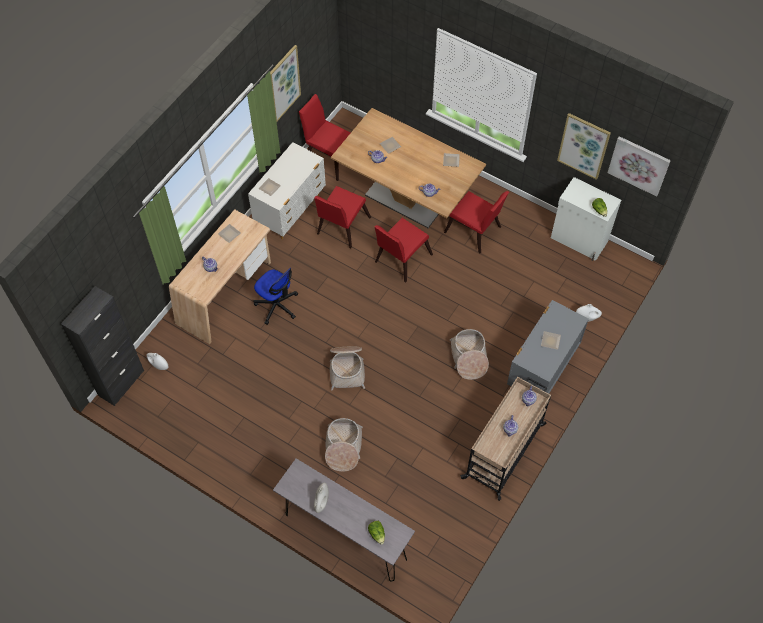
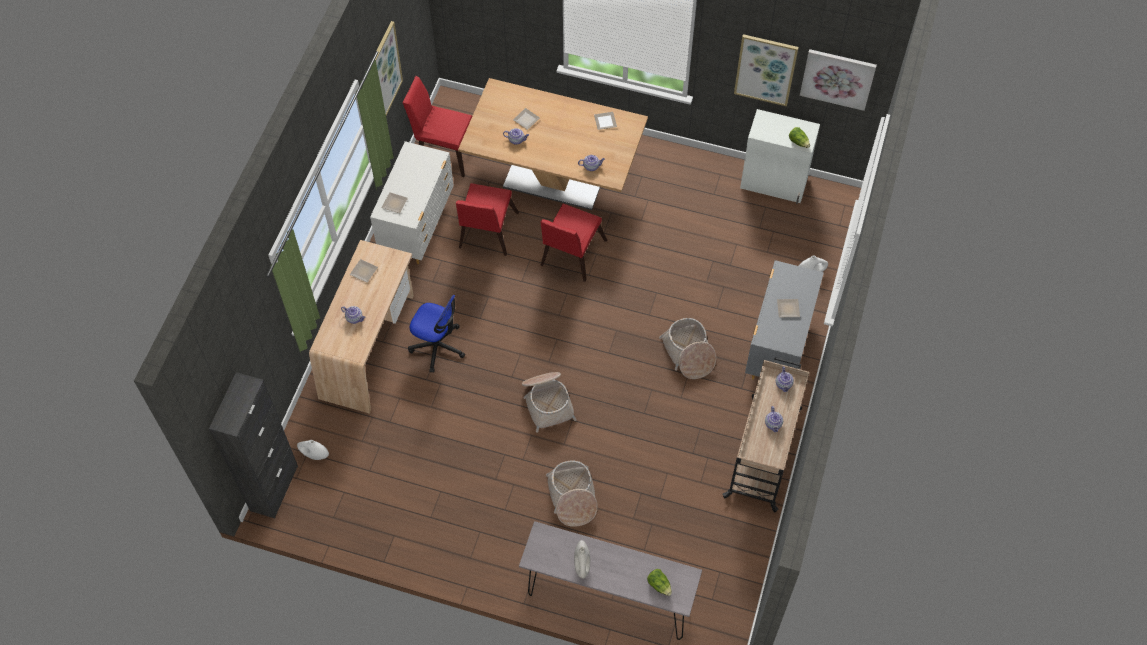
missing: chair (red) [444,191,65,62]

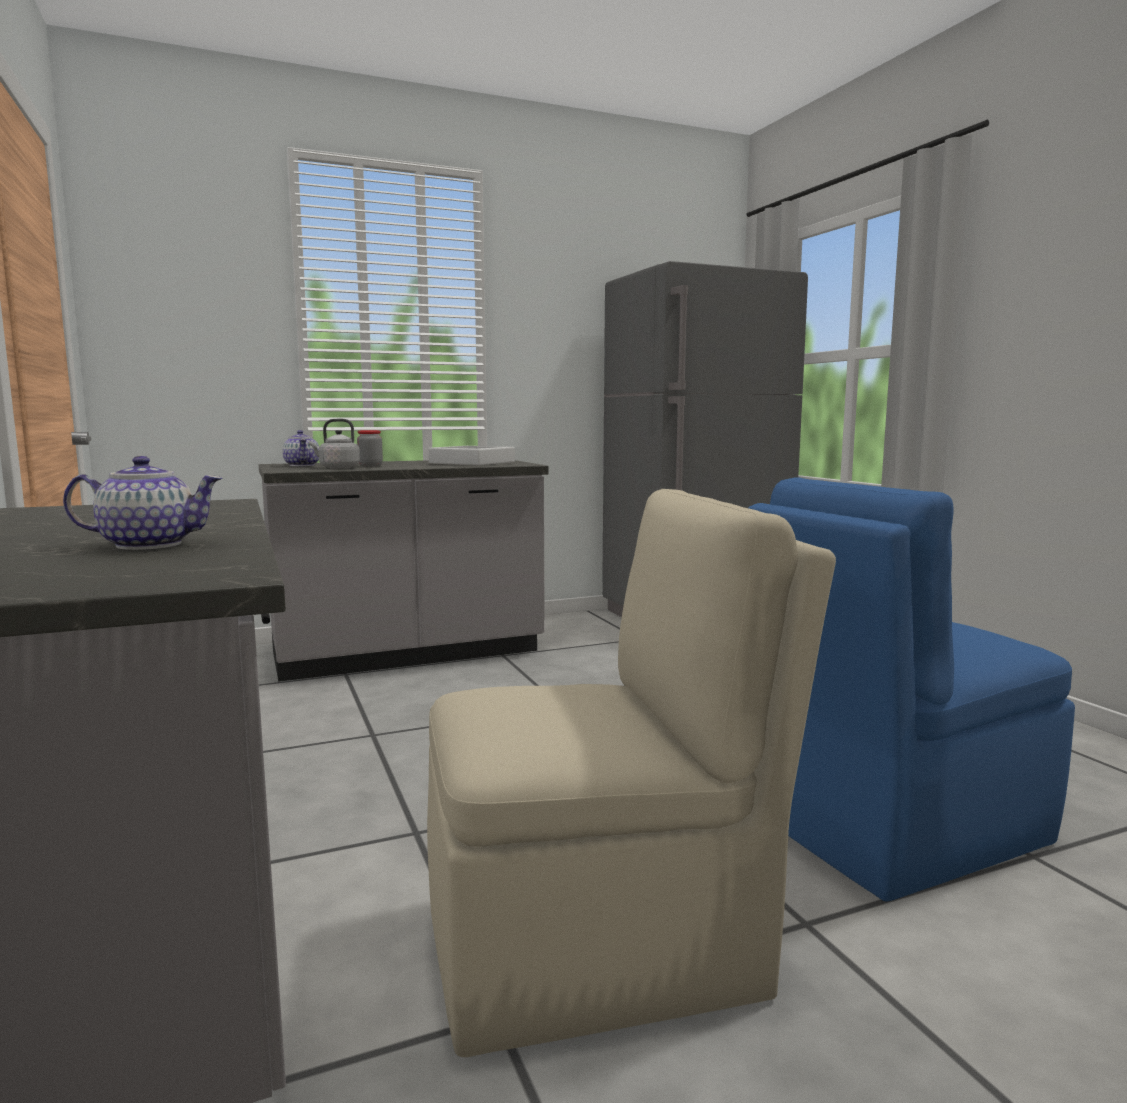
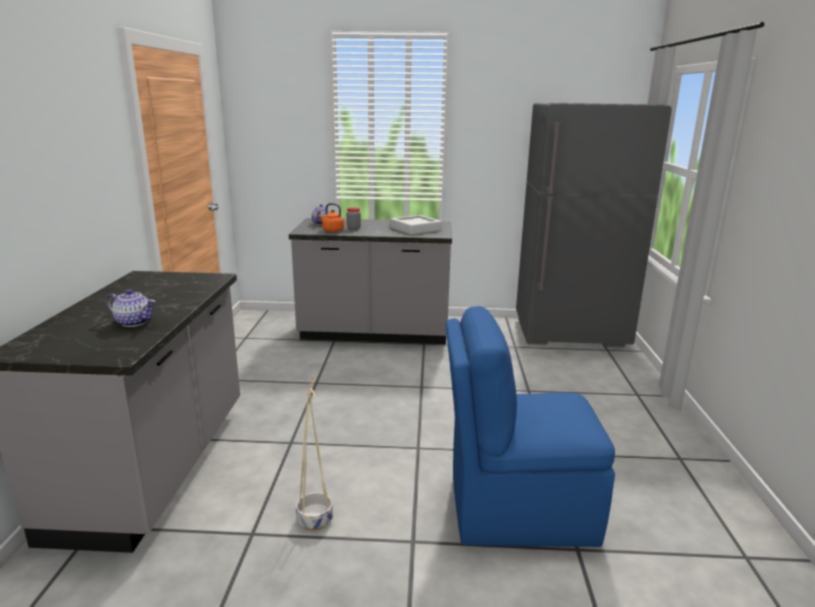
exchanged: chair (beige) [427,489,409,568] to planter (beige) [296,375,37,155]
colour: kettle (grey) [309,419,51,50] to kettle (orange) [319,203,25,29]

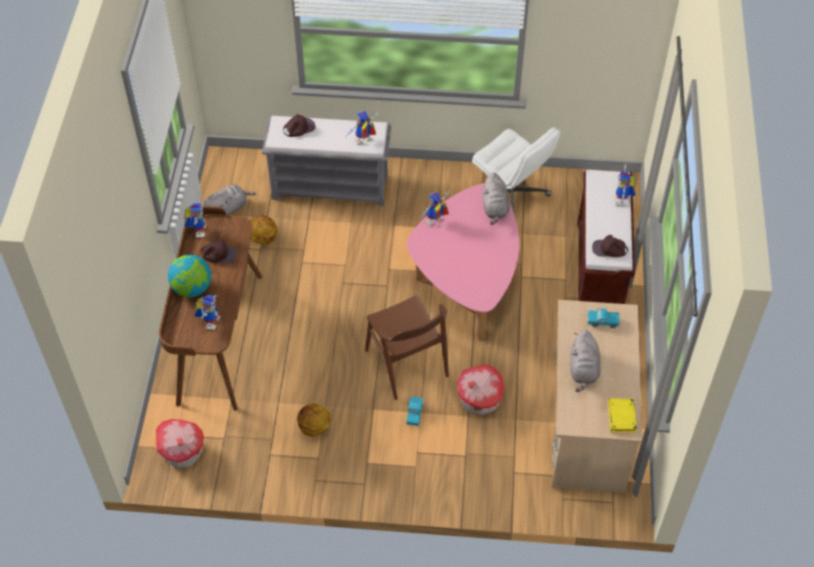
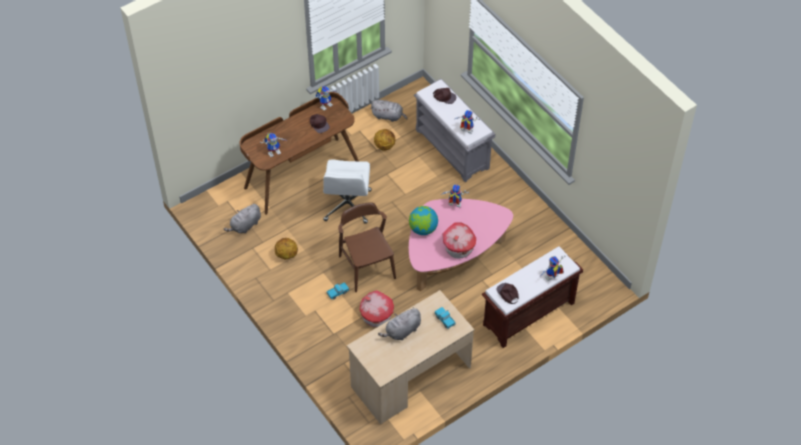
missing: book (yellow) [608,399,29,34]
relocated: toy house [156,419,48,49] to [442,222,34,36]; globe [168,255,43,42] to [409,206,29,29]; office chair (white) [472,127,88,85] to [323,160,49,64]; plush toy (grey) [482,172,28,53] to [223,203,38,30]
spun: chair (brown) [365,295,84,105] = [338,202,58,90] 135 degrees clockwise

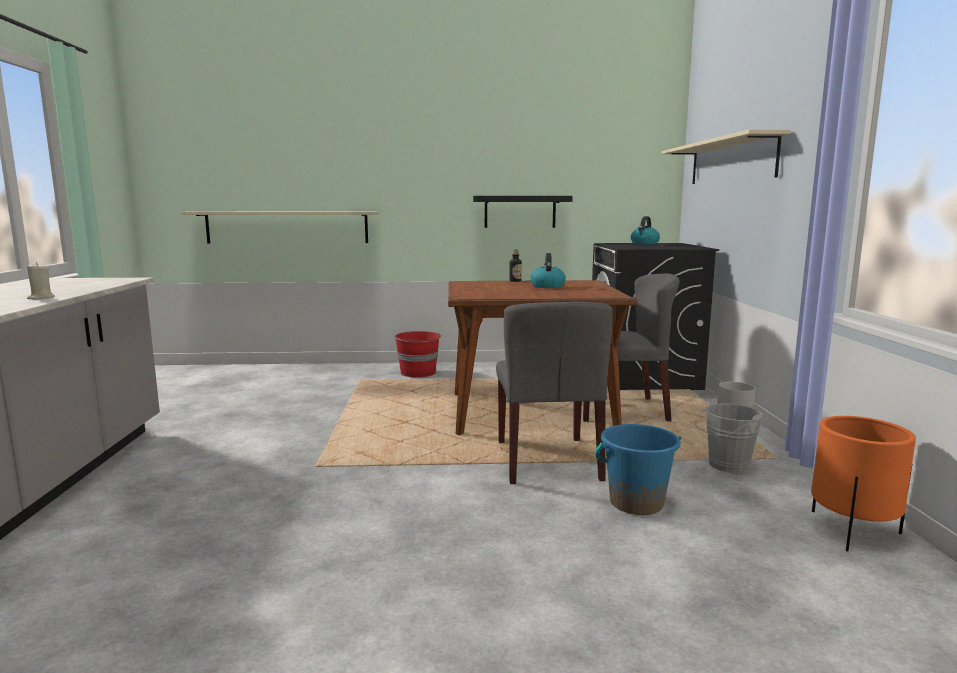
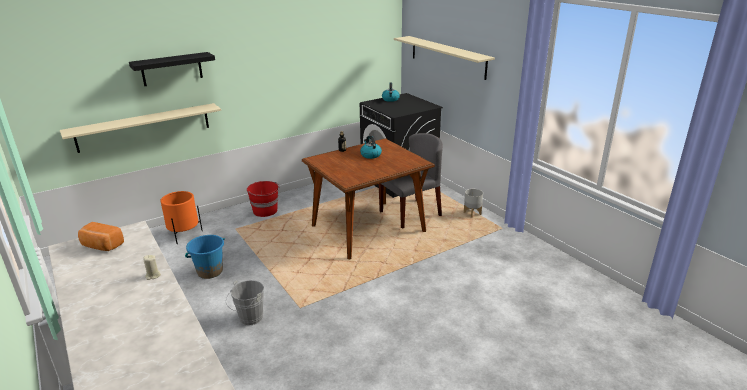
missing: chair (grey) [496,302,117,182]
appeared: bread [78,222,46,29]
relocated: shelf (black) [473,196,100,32] to [129,52,86,34]; bucket (blue) [595,424,86,91] to [185,235,40,44]; bucket (grey) [695,399,68,74] to [226,280,38,45]; planter (orange) [811,416,105,136] to [161,191,42,53]

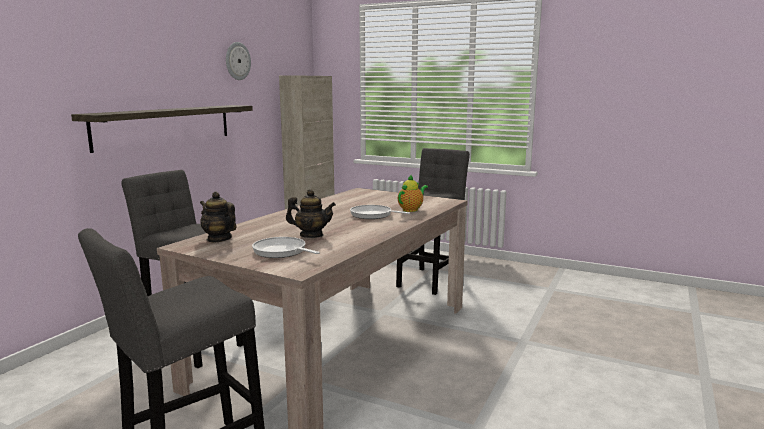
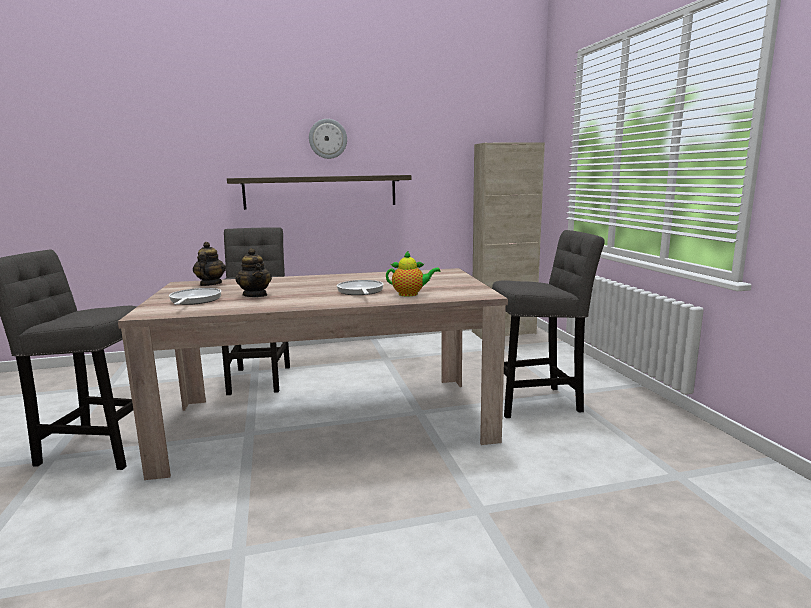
relocated: wall clock [226,42,25,38] to [309,119,38,40]

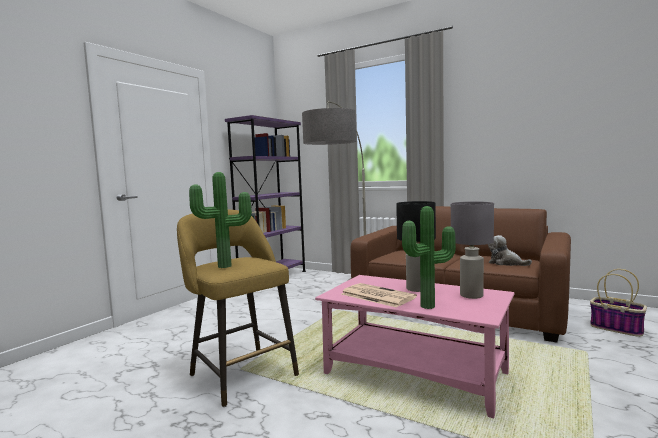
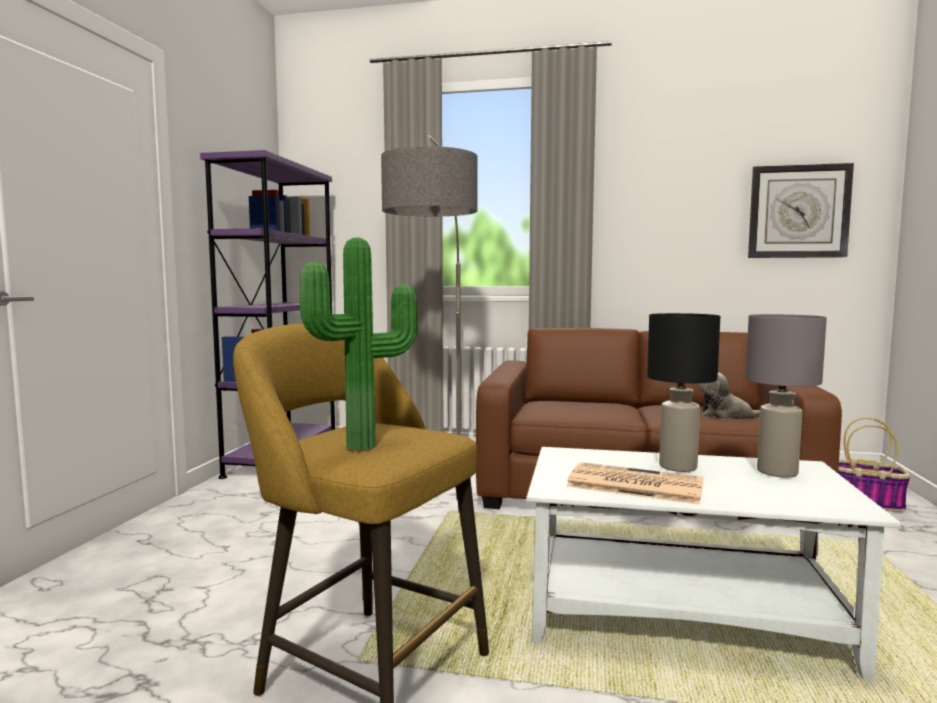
missing: potted plant [402,206,54,103]
appeared: wall clock [748,163,106,95]
colour: coffee table (pink) [315,275,199,143] to coffee table (white) [526,447,375,234]

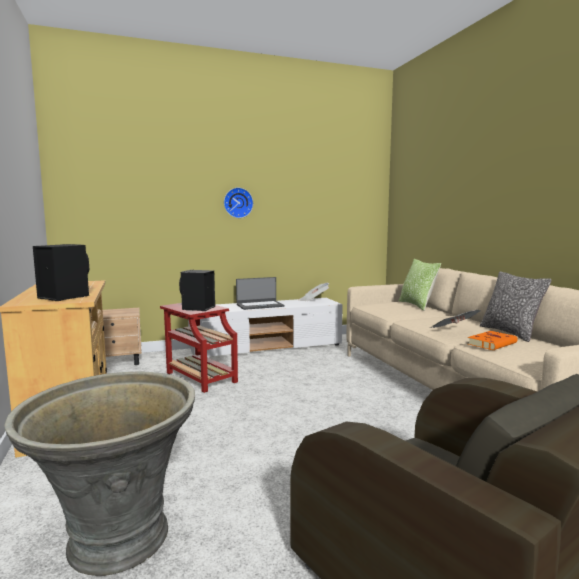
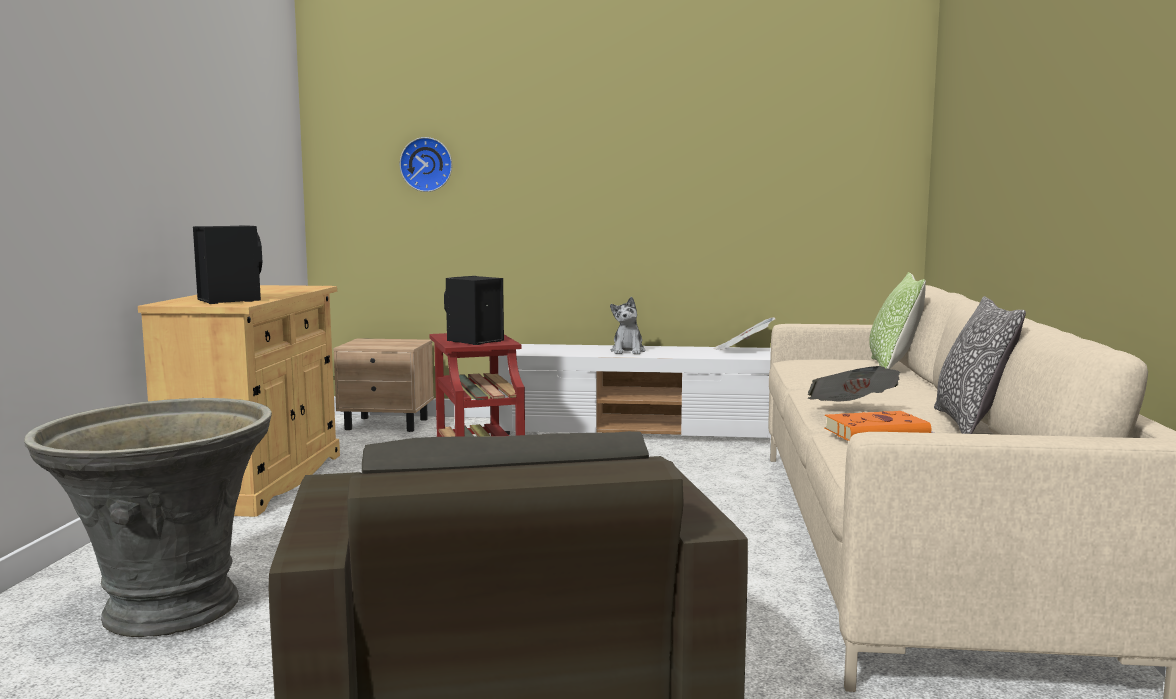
relocated: wall clock [224,187,29,31] to [400,137,52,55]
exchanged: laptop [236,277,48,33] to plush toy [610,297,35,57]

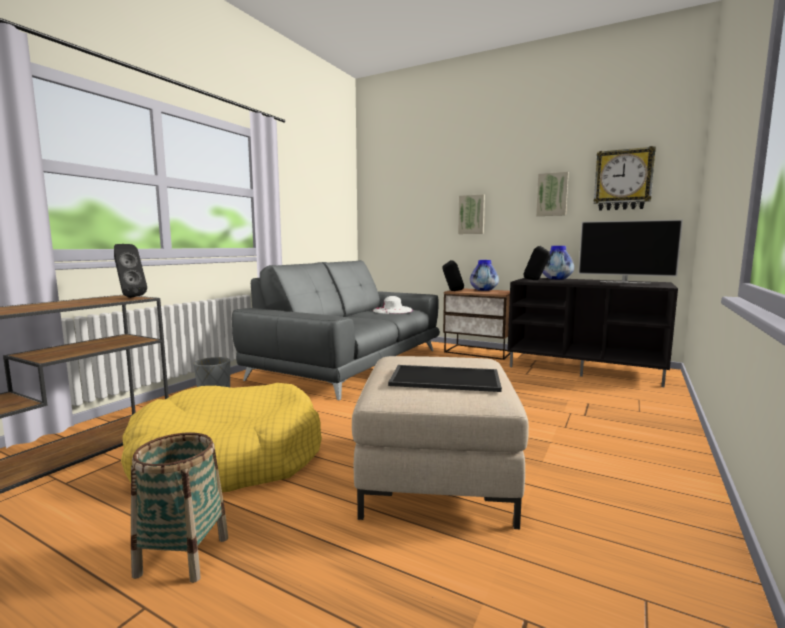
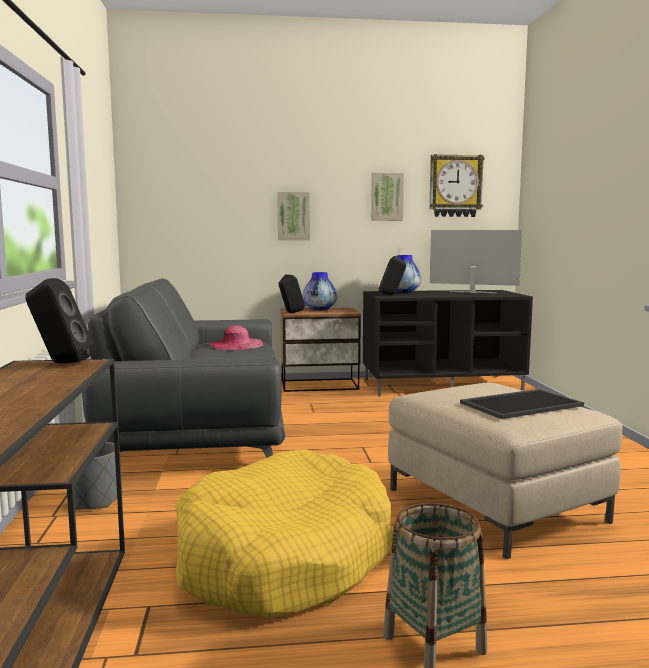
colour: hat (white) [373,296,40,18] to hat (pink) [209,325,55,25]
spun: television [578,220,105,63] = [430,230,92,63] 150 degrees counterclockwise

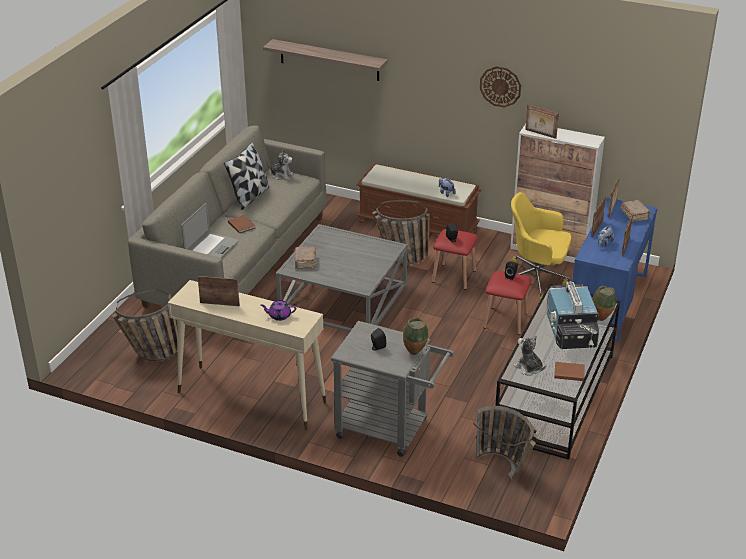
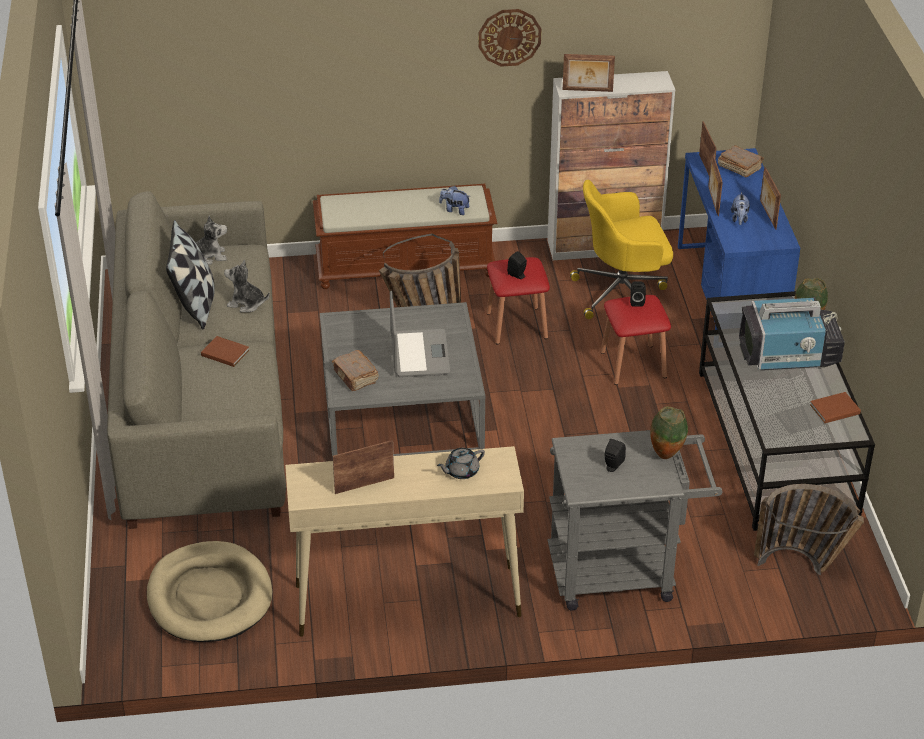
missing: shelf [263,39,125,42]
relocated: laptop [181,203,58,55] to [390,291,60,86]; plush toy [514,335,32,41] to [224,260,46,52]
exchanged: basket [112,289,66,72] to dog bed (beige) [147,541,125,101]
colour: teapot (purple) [261,300,35,21] to teapot (grey) [437,448,48,31]
spun: television [547,281,52,68] = [739,297,106,73] 60 degrees counterclockwise

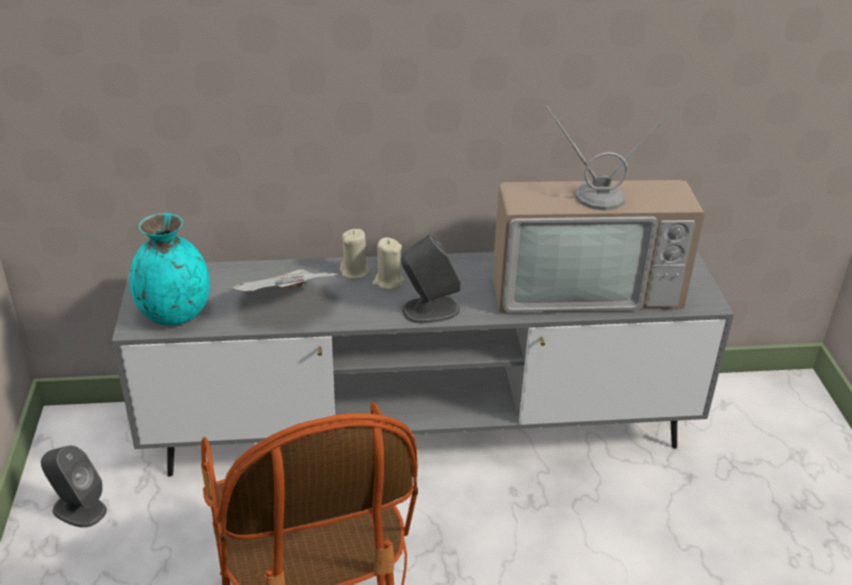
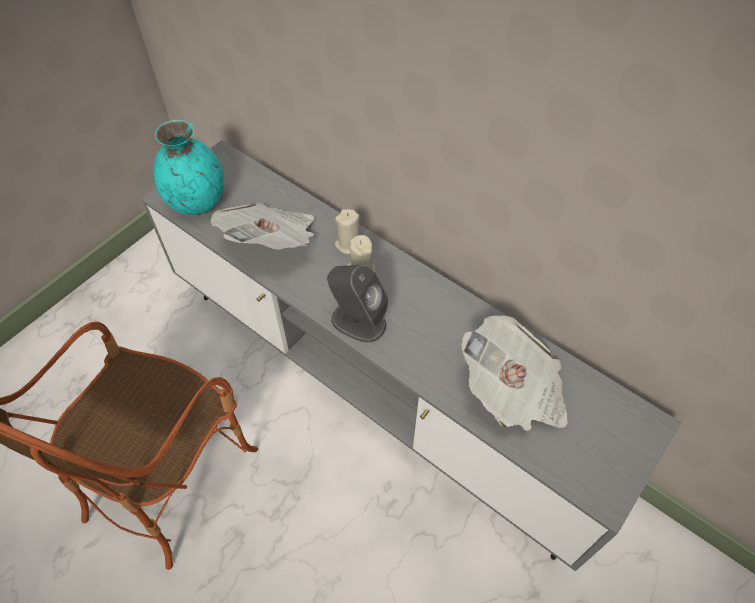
missing: speaker (grey) [41,445,66,83]
exchanged: television [492,105,213,208] to newspaper [462,315,106,116]

